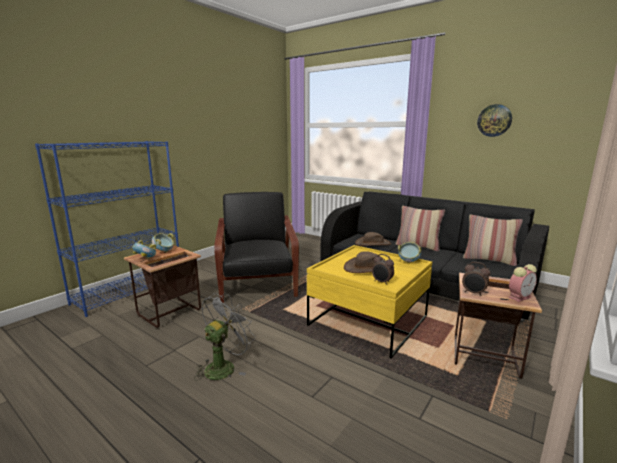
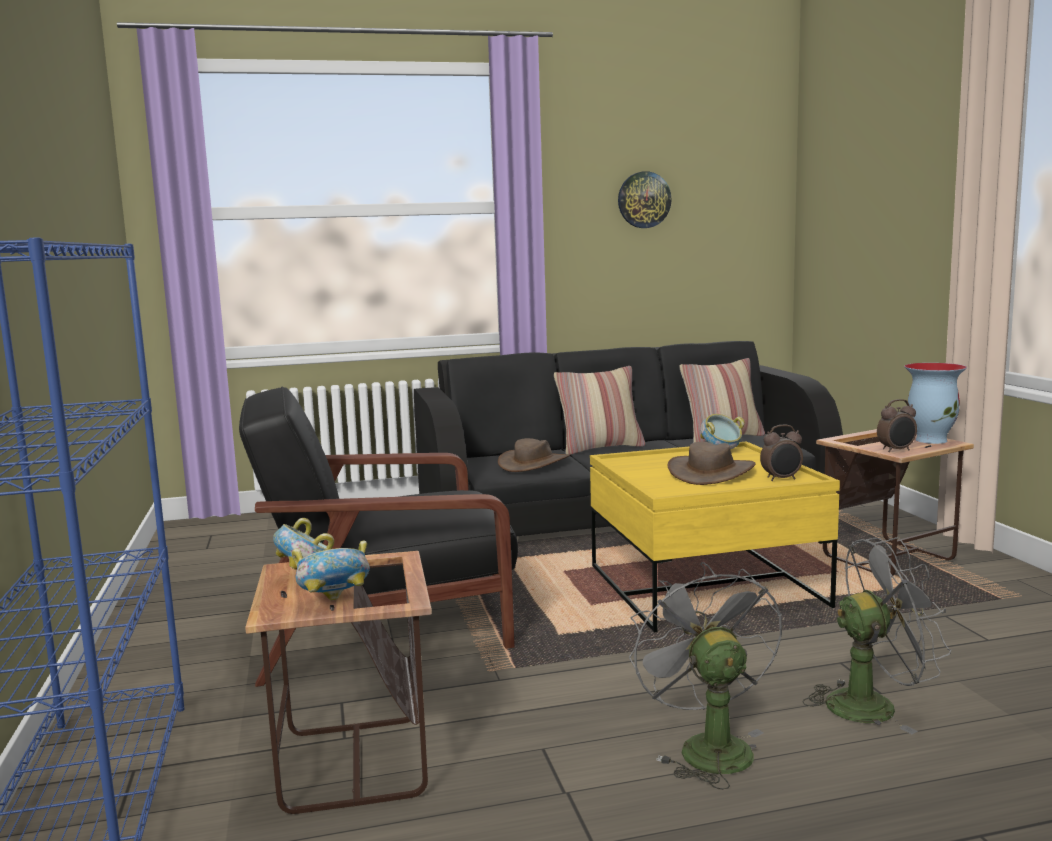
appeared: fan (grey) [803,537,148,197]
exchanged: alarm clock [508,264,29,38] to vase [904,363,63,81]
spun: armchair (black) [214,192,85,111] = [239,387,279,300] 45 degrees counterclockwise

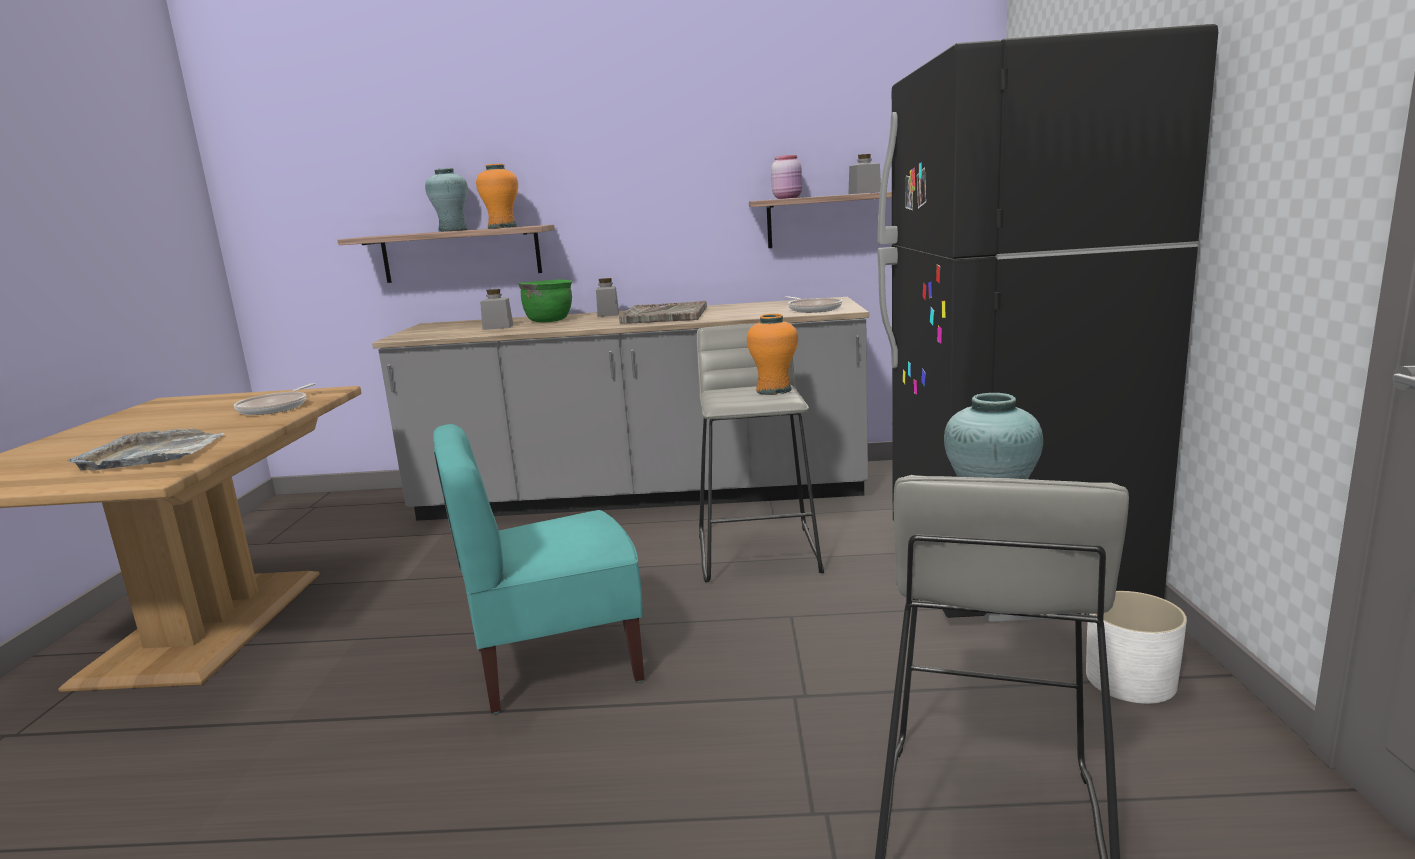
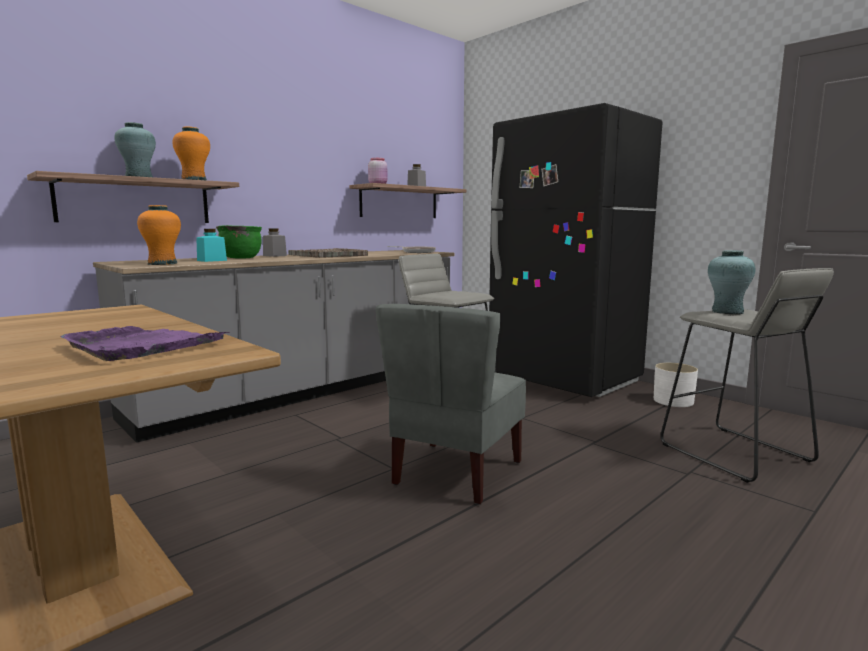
missing: frying pan [234,383,82,32]
relocated: vase (orange) [747,314,51,81] to [137,205,44,60]
colour: tray (grey) [68,429,156,41] to tray (purple) [61,326,168,35]; chair (turquoise) [433,424,211,289] to chair (grey) [376,304,150,201]; jar (grey) [480,289,33,41] to jar (turquoise) [196,229,31,33]

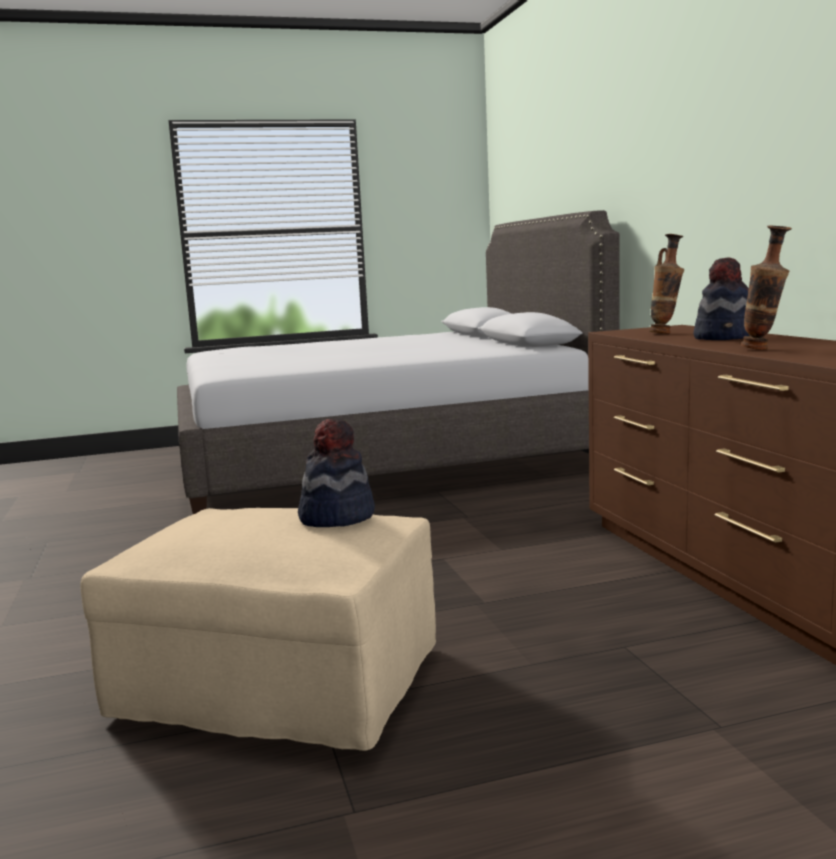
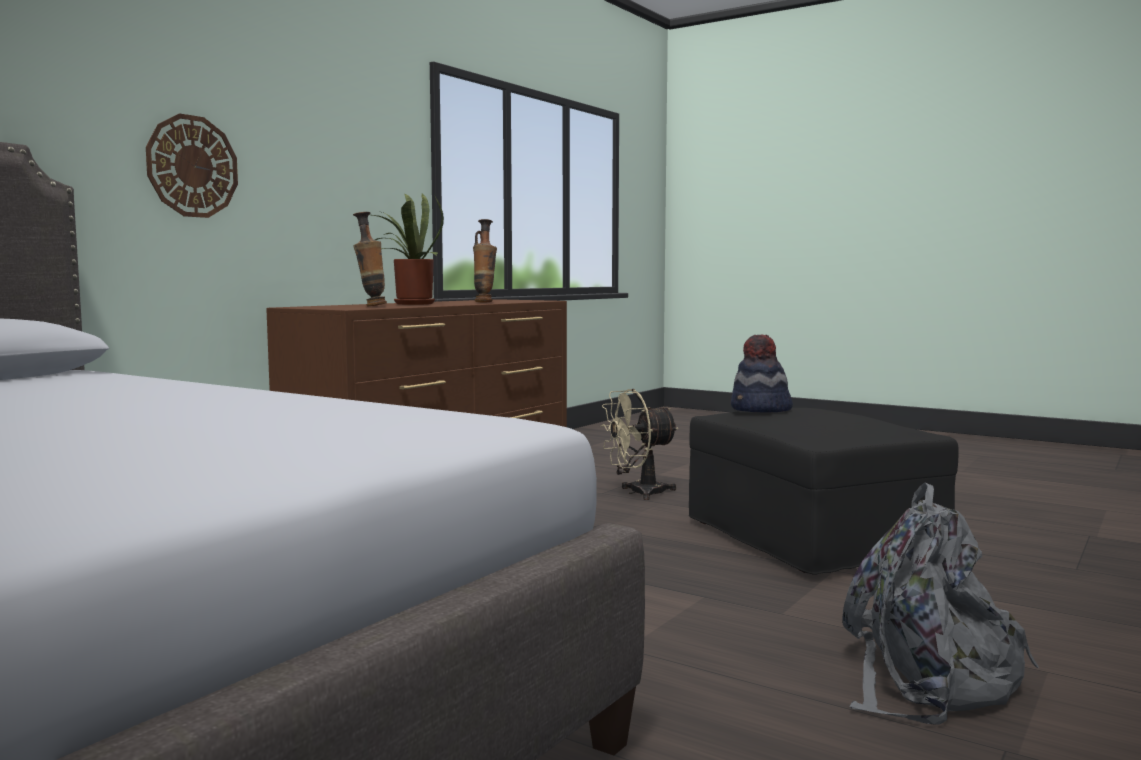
appeared: wall clock [146,113,92,105]; fan (beige) [600,389,79,111]; backpack (grey) [842,482,197,243]
exchanged: hat [693,257,57,83] to potted plant [372,194,72,111]
colour: ottoman (beige) [80,508,356,243] to ottoman (black) [689,408,270,167]

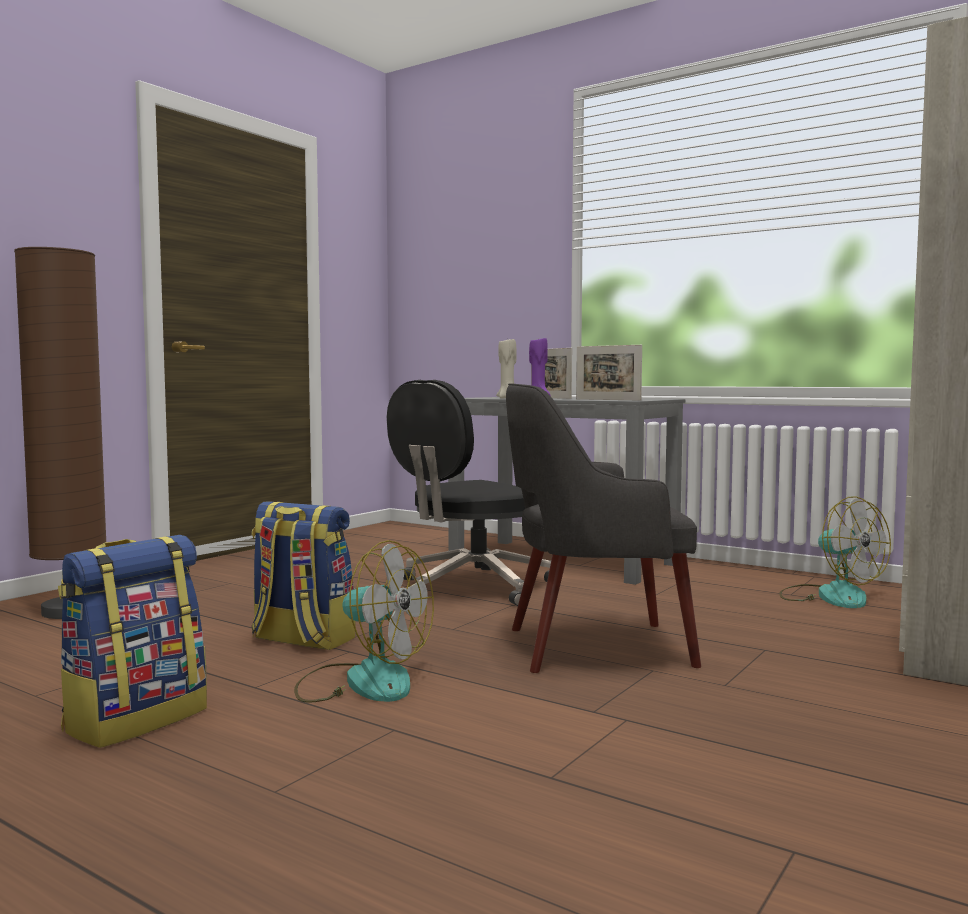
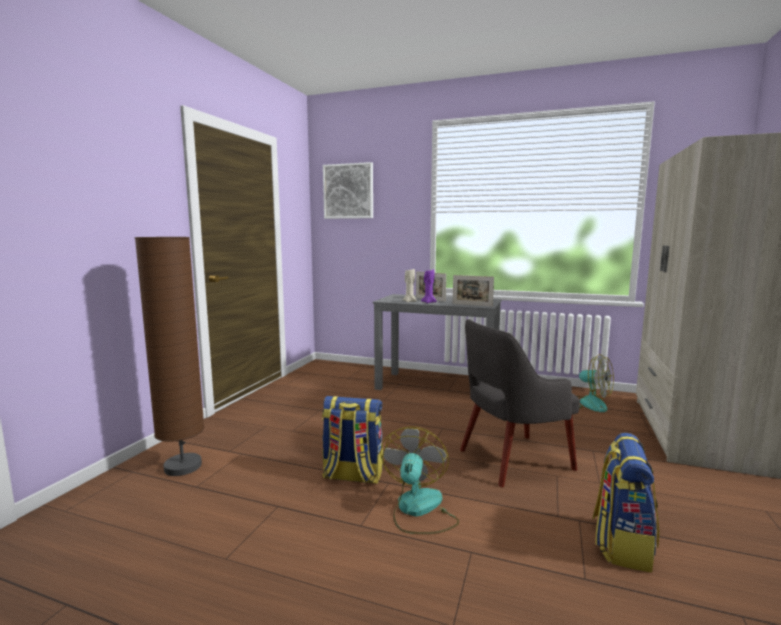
missing: office chair (black) [387,380,164,226]
appeared: picture [323,162,50,57]
relocated: backpack [58,535,149,213] to [592,433,67,140]
spun: fan [294,540,140,163] = [380,426,79,108] 90 degrees counterclockwise

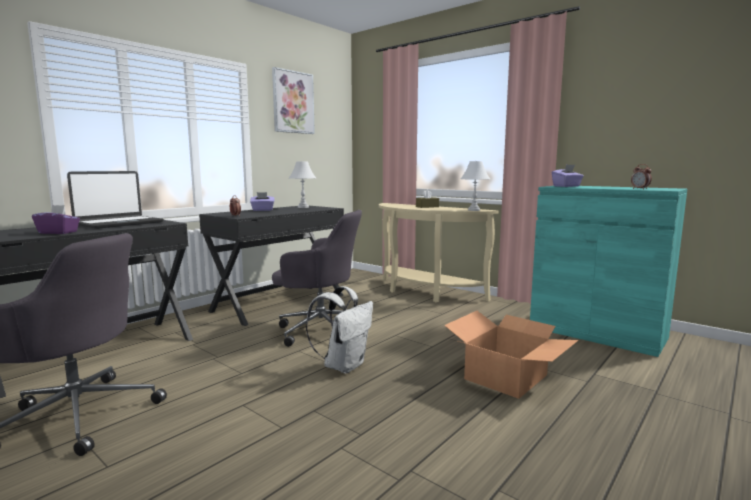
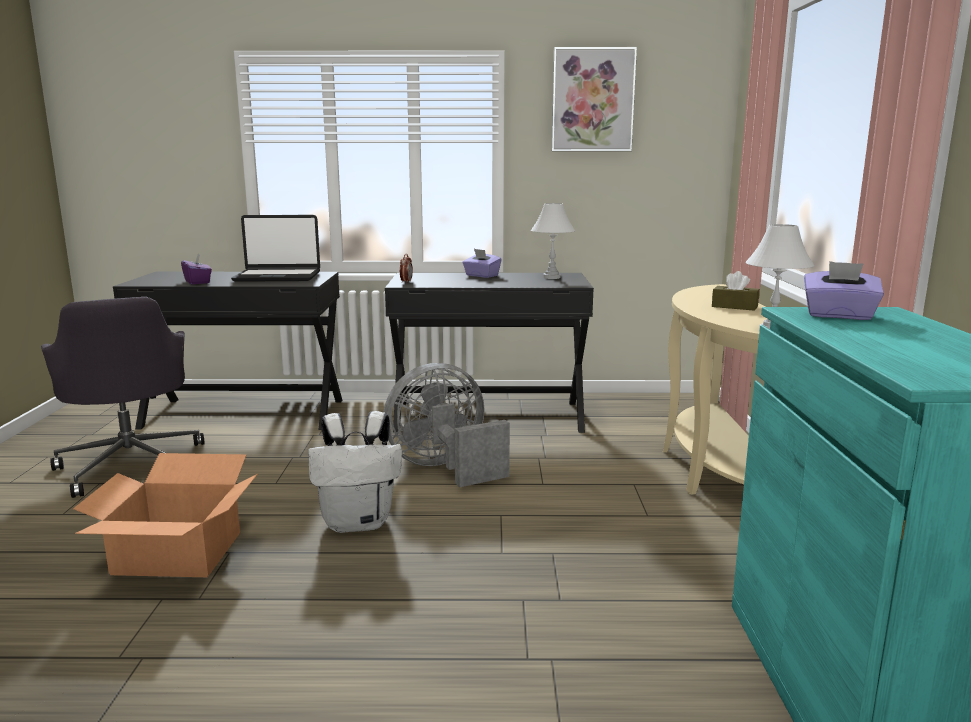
missing: alarm clock [631,164,21,26]
relocated: cardboard box [444,311,134,88] to [73,453,185,124]
exchanged: office chair (grey) [272,210,90,137] to fan (grey) [384,363,126,124]

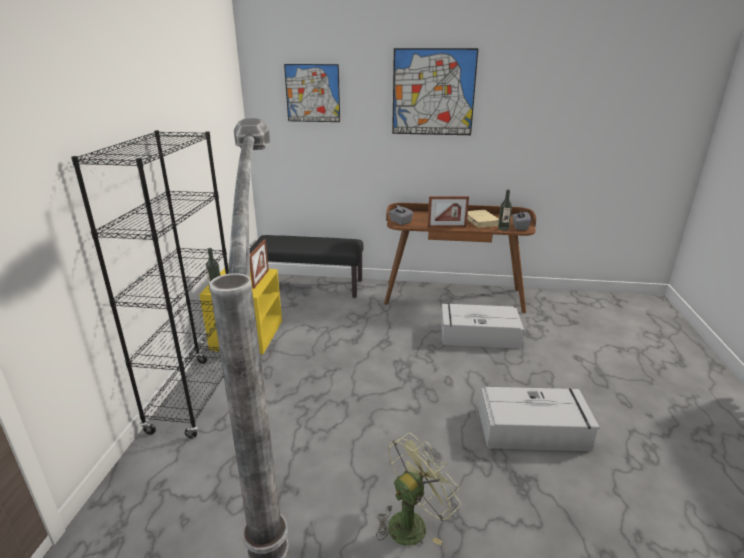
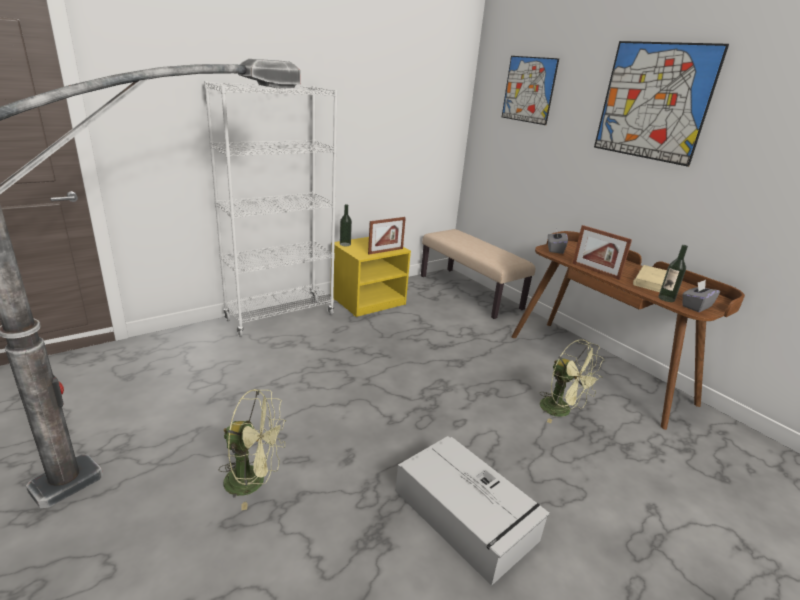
exchanged: storage box (grey) [441,303,83,46] to fan (green) [540,339,65,84]
colour: bookcase (black) [71,130,158,309] to bookcase (white) [204,81,134,256]; bench (black) [250,235,114,63] to bench (beige) [421,229,114,90]

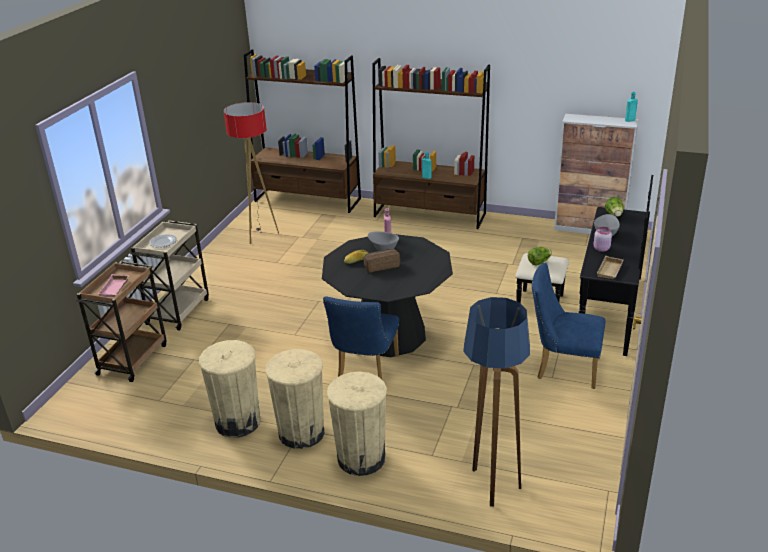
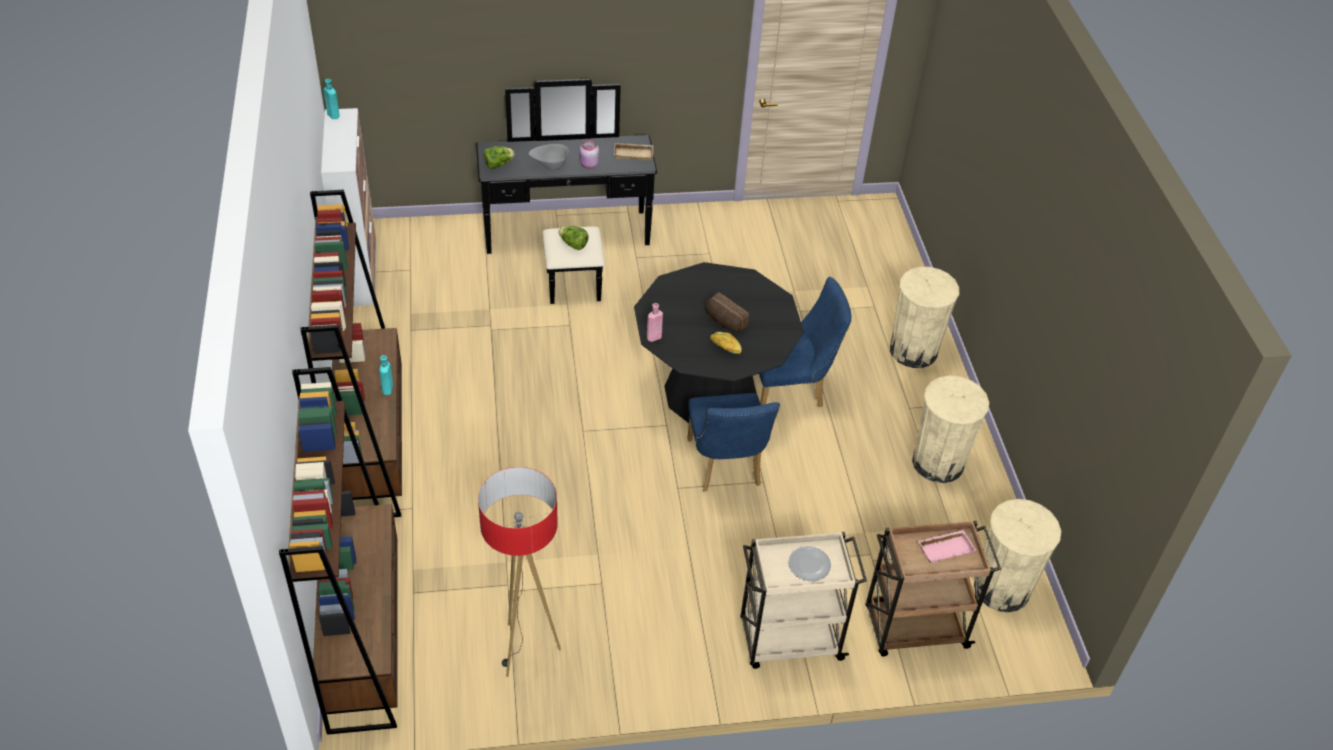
missing: bowl (grey) [368,231,31,20]; floor lamp [463,297,67,210]
relocated: trash can (beige) [265,349,59,100] to [974,499,87,113]; chair (blue) [532,263,74,126] to [687,393,93,99]

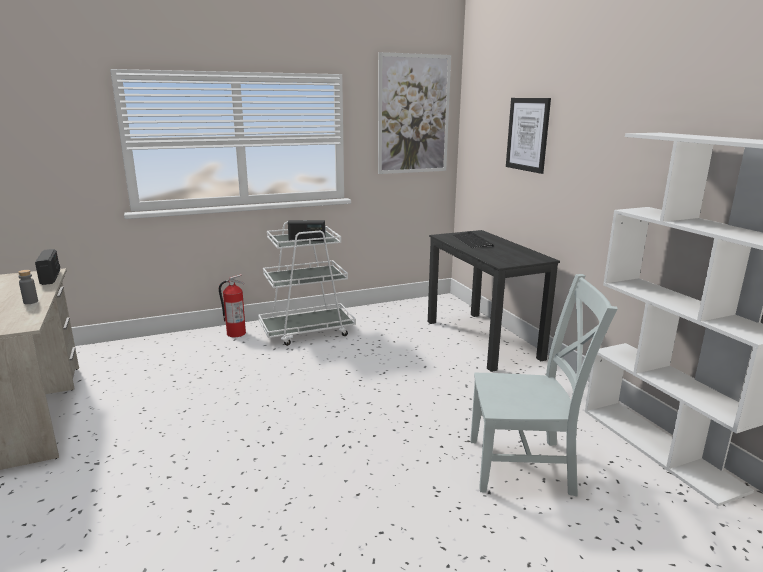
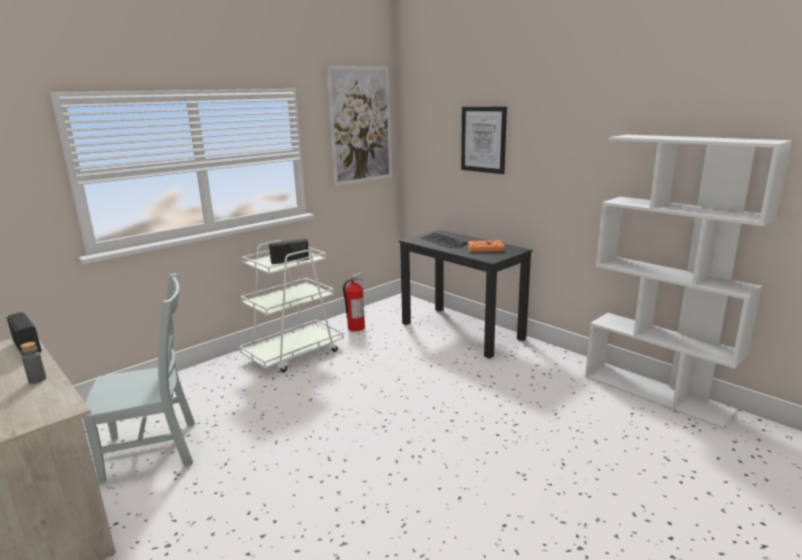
appeared: book (orange) [468,240,38,12]
relocated: fire extinguisher [219,274,27,63] to [343,272,22,59]; chair (grey) [470,274,148,223] to [82,273,113,211]

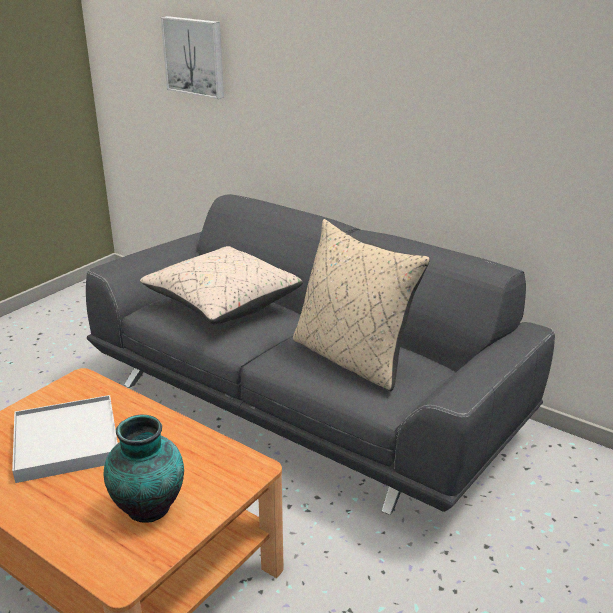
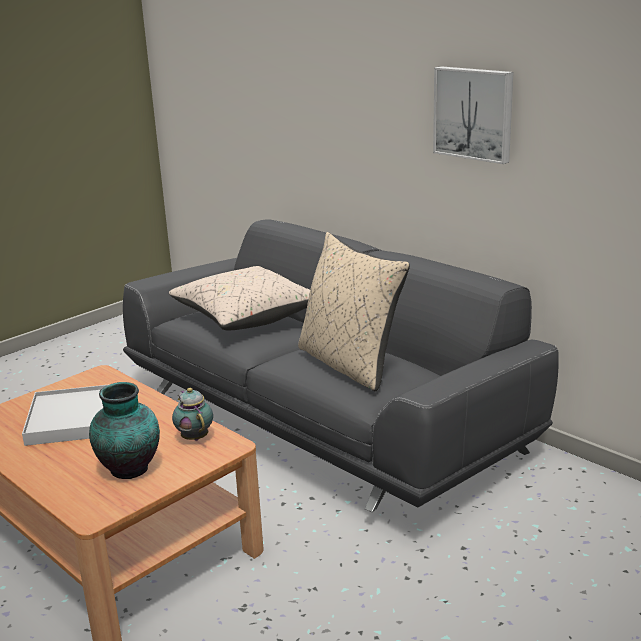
appeared: teapot [172,388,41,53]
relocated: picture [161,16,63,83] to [433,66,81,98]

